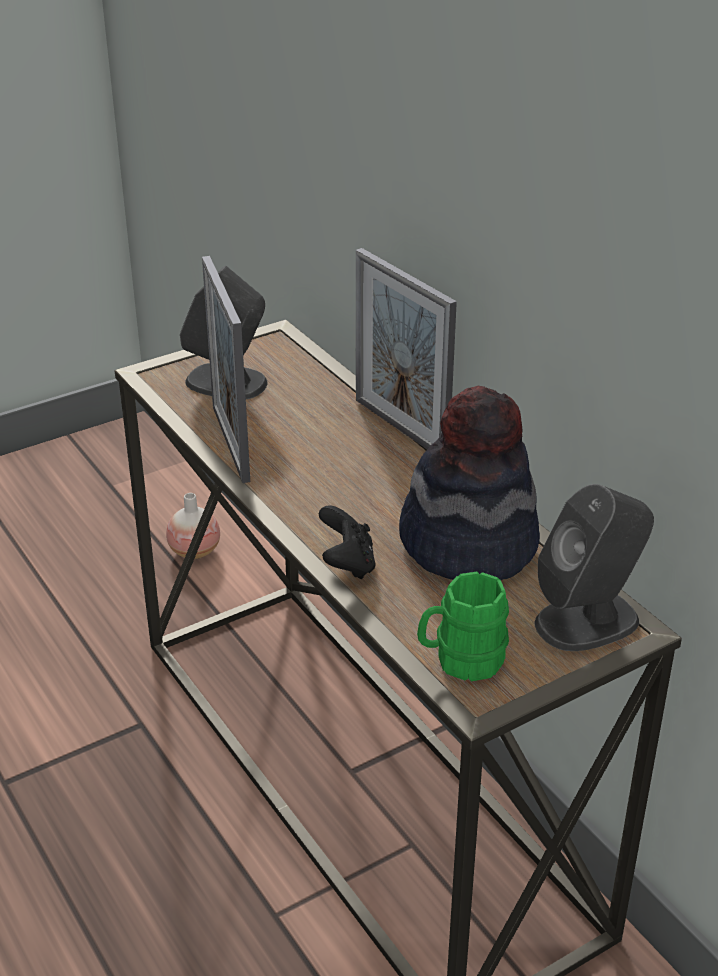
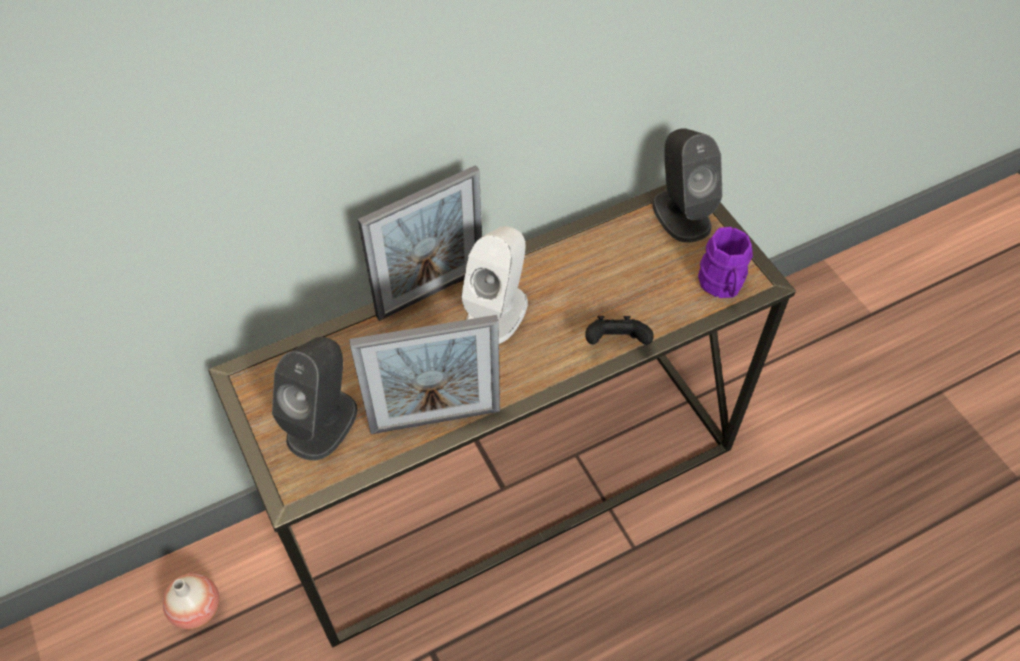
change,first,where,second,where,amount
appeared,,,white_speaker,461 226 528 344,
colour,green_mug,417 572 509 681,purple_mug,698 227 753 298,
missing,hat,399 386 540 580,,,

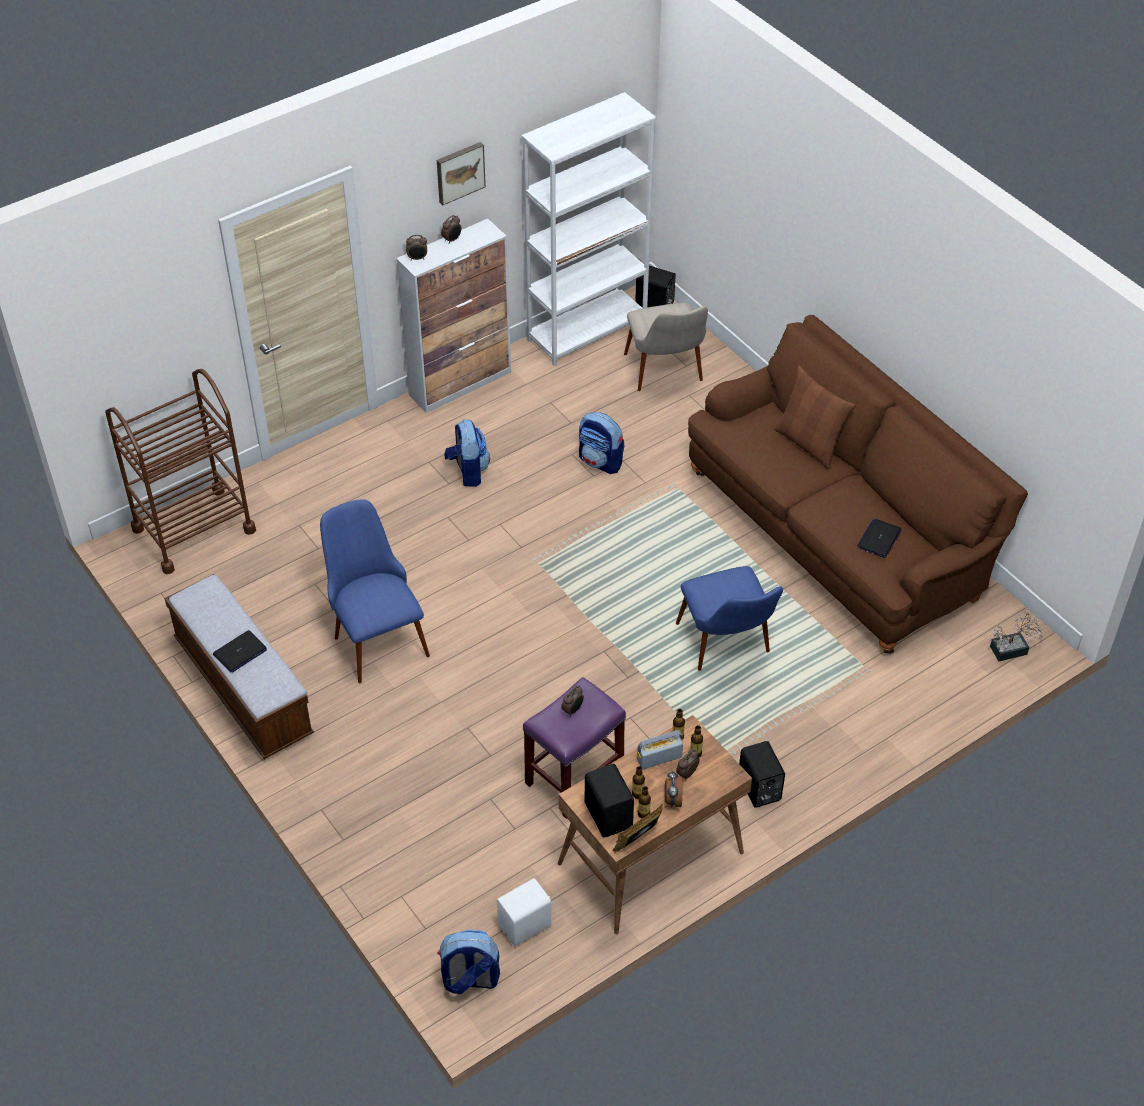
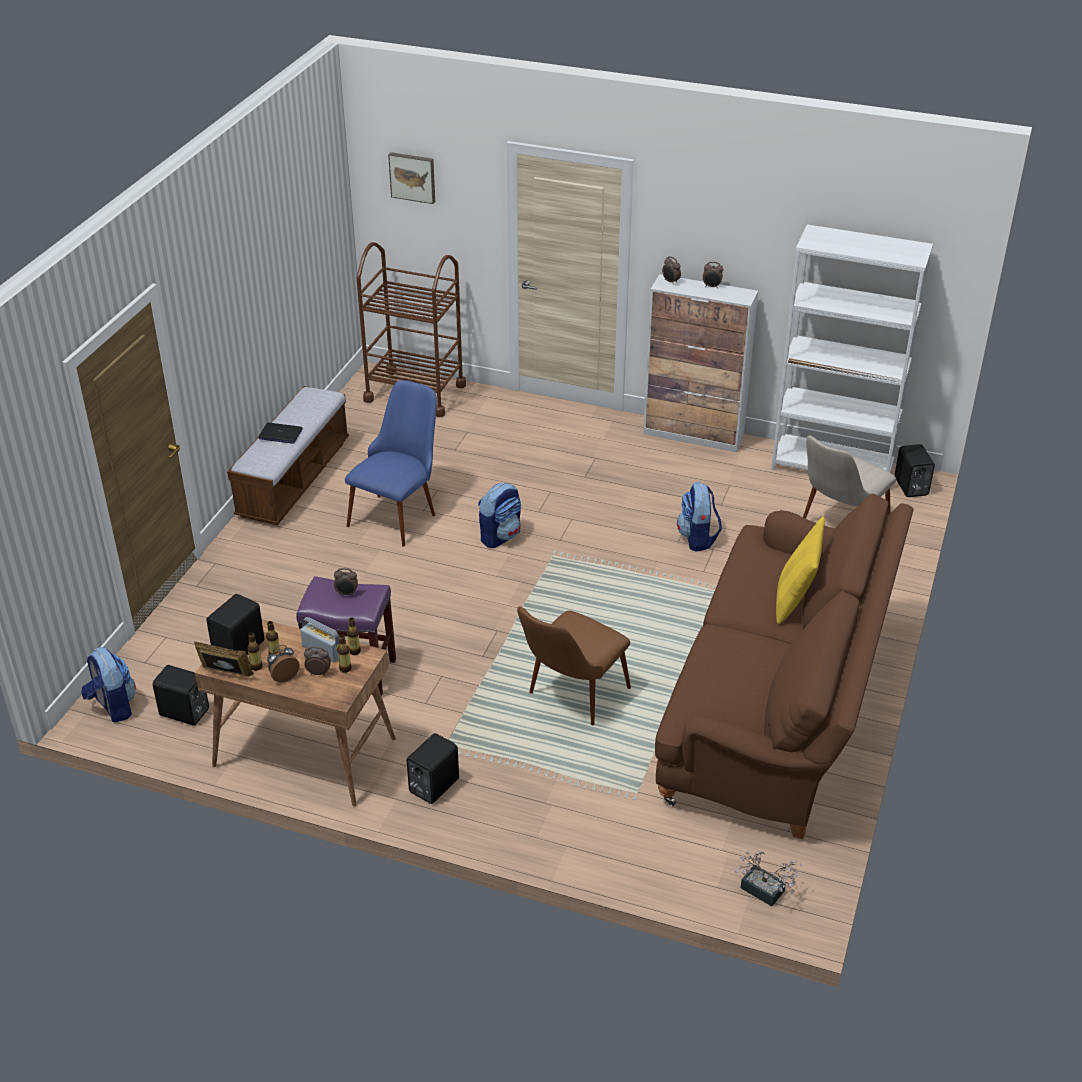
change,first,where,second,where,amount
colour,white_speaker,497 878 552 946,black_speaker,153 665 209 726,
relocated,picture,437 142 486 205,,388 152 435 204,
relocated,backpack,444 419 490 487,,478 483 521 548,
colour,blue_chair,676 566 783 671,brown_chair,517 606 631 725,
colour,brown_pillow,774 366 856 469,yellow_pillow,776 517 825 624,
missing,laptop,857 519 902 558,,,

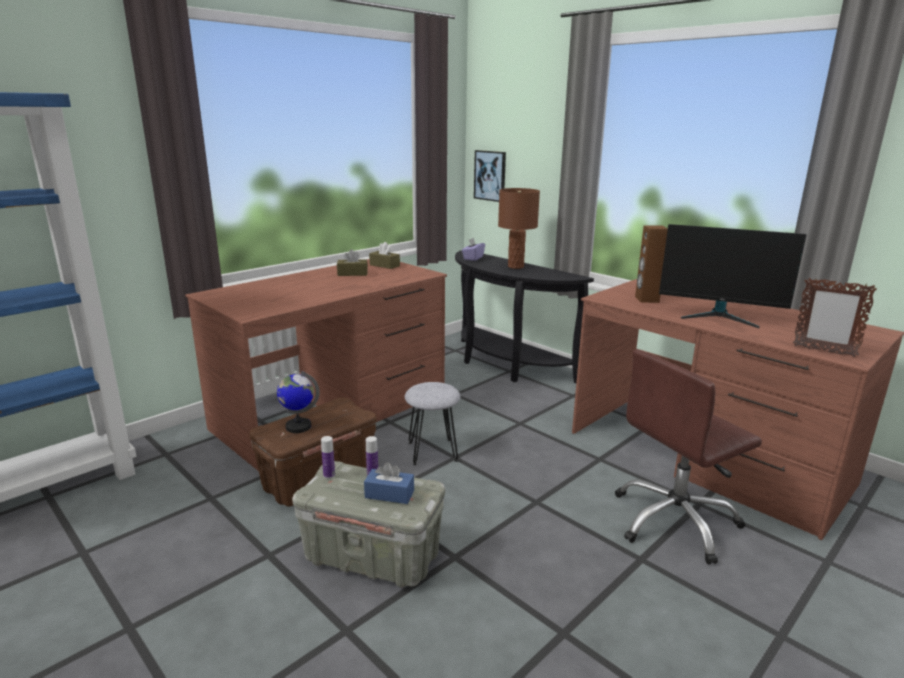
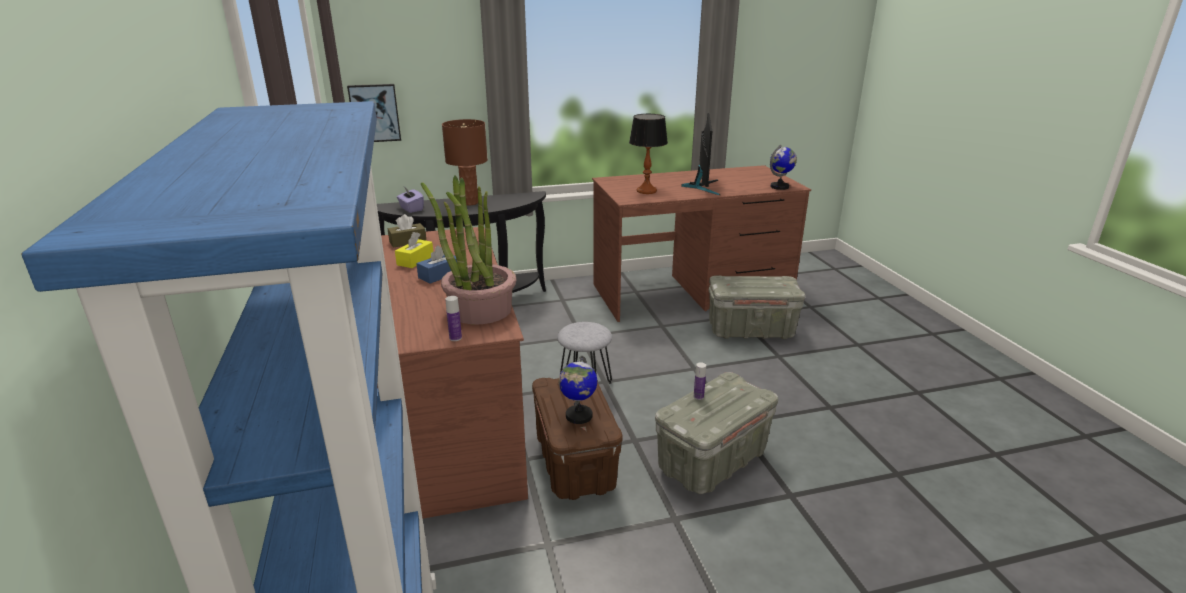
change,first,where,second,where,amount
colour,brown_tissue_box,337 249 368 276,yellow_tissue_box,395 232 433 268,
relocated,blue_tissue_box,364 462 414 504,,416 246 457 283,
appeared,,,potted_plant,421 175 516 324,
relocated,bottle,321 436 335 479,,446 296 462 341,
exchanged,brown_speaker,635 225 668 303,table_lamp,629 114 668 194,
spun,monitor,659 224 807 328,,681 113 720 195,45 degrees counterclockwise
exchanged,brown_office_chair,615 349 762 564,grey_storage_box,709 276 805 339,
exchanged,picture_frame,793 278 877 357,globe,770 145 797 190,

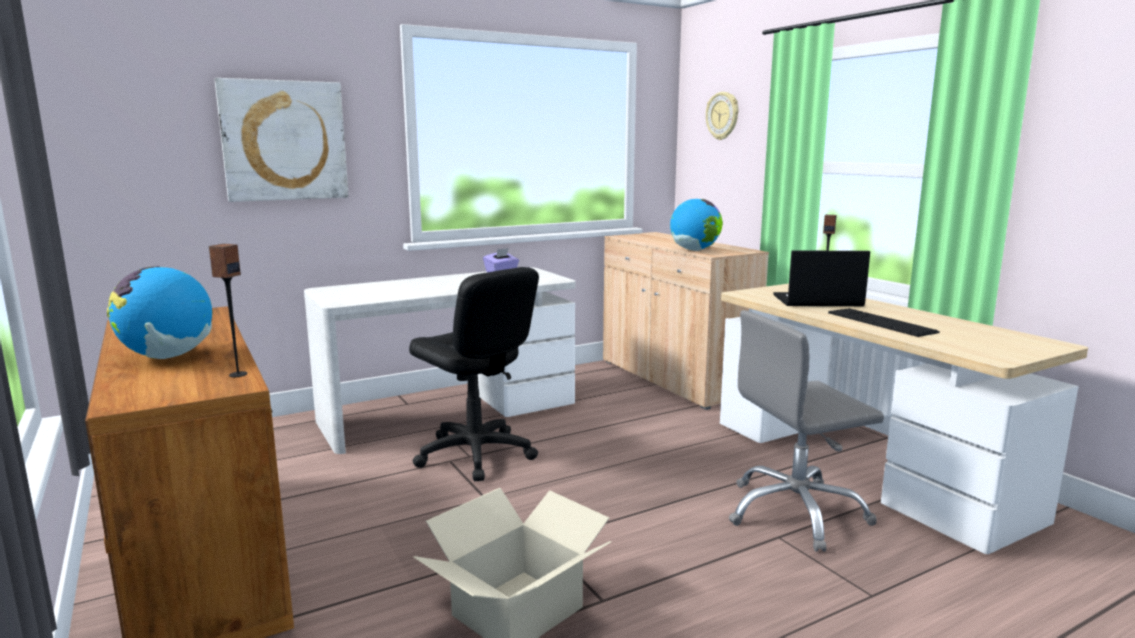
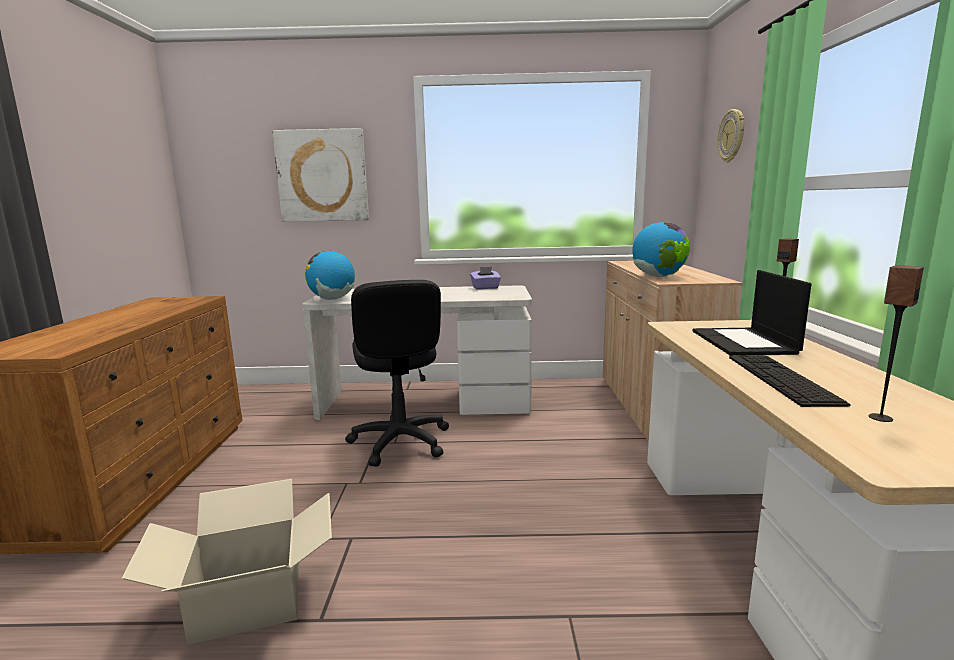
change,first,where,second,where,amount
relocated,globe,107 266 212 359,,305 251 355 300,
spun,laptop,773 251 870 306,,693 270 811 356,120 degrees counterclockwise
relocated,speaker,209 244 247 377,,869 265 924 422,
missing,grey_office_chair,729 310 884 552,,,

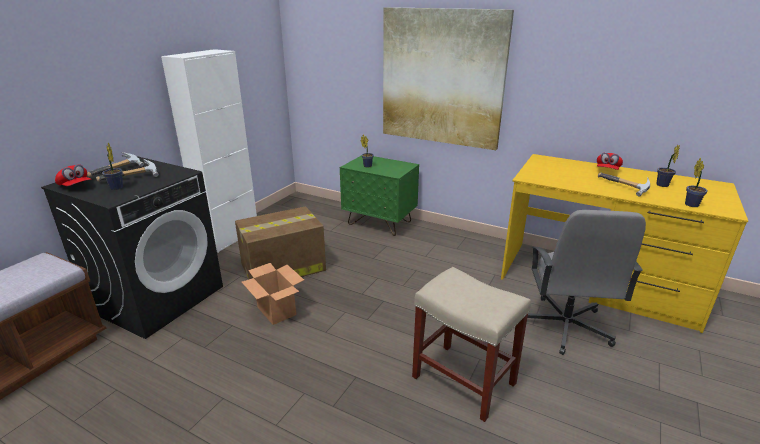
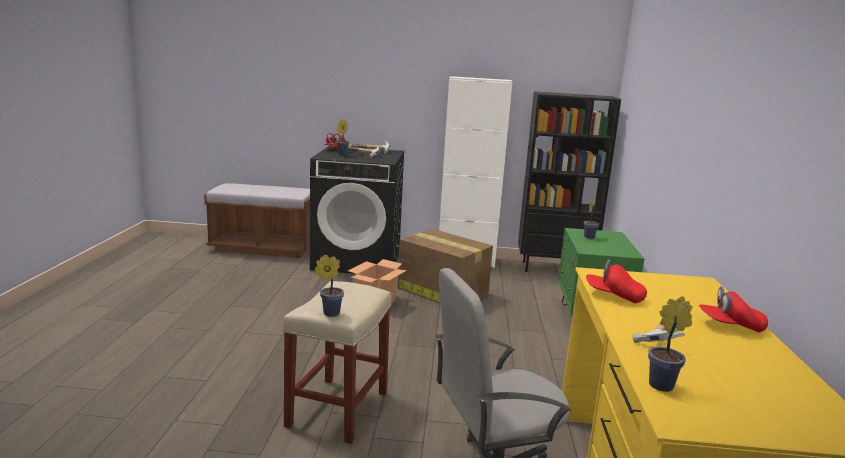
change,first,where,second,where,amount
relocated,potted_plant,656 145 680 187,,315 255 344 317,
appeared,,,black_bookcase,518 91 621 272,
appeared,,,red_cap,586 259 647 303,
missing,picture,383 7 514 150,,,

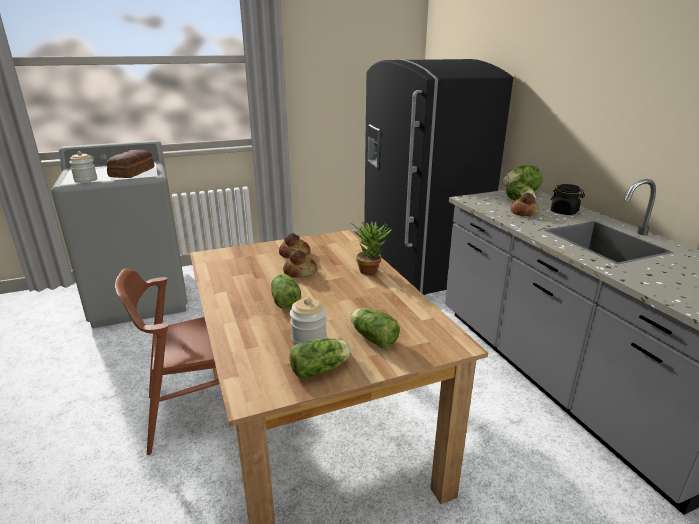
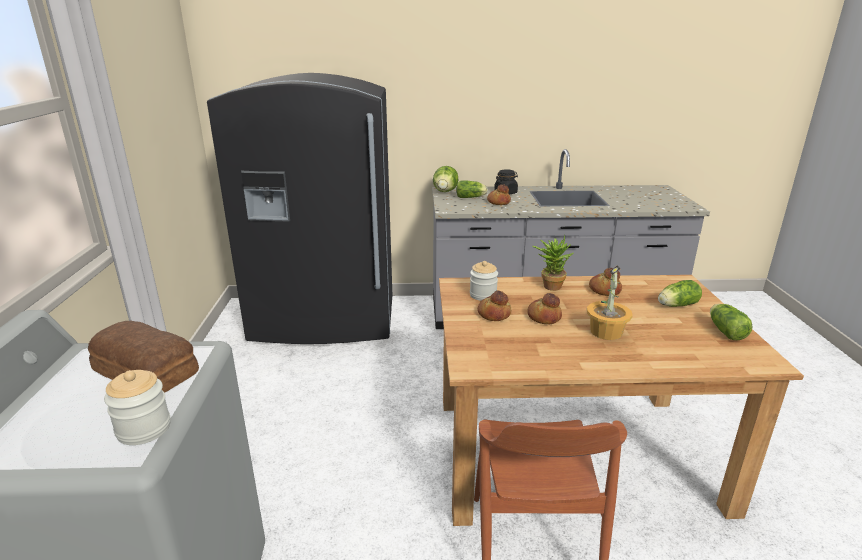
change,first,where,second,where,amount
relocated,jar,290 297 327 345,,470 261 498 301,
exchanged,lettuce,271 274 301 309,potted_plant,587 265 633 340,
appeared,,,bread,589 268 622 296,

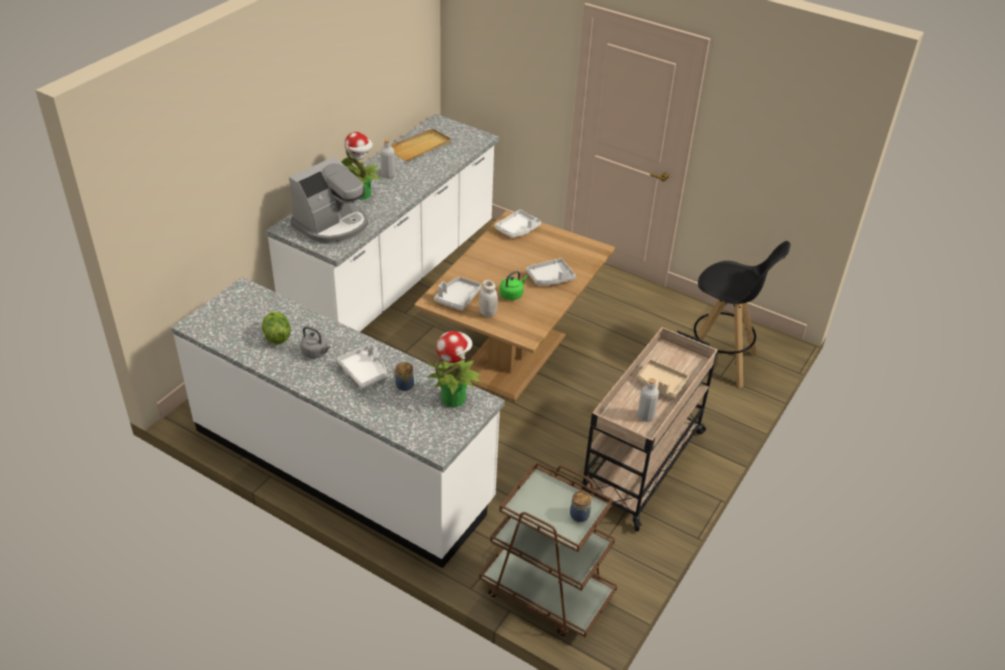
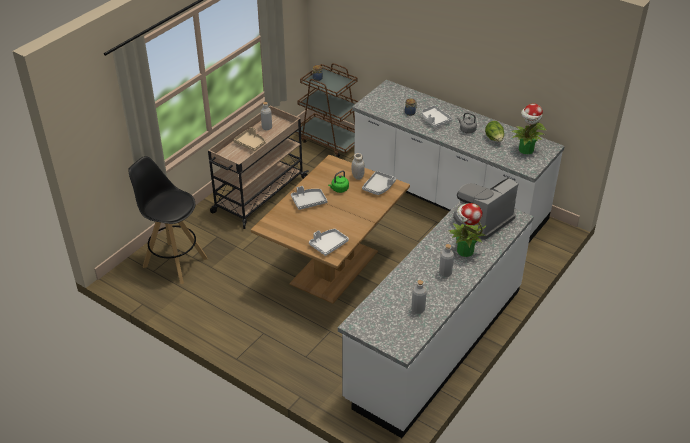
change,first,where,second,where,amount
exchanged,beige_tray,391 129 451 161,grey_bottle,412 280 427 314,
relocated,potted_plant,426 331 482 408,,511 103 546 155,

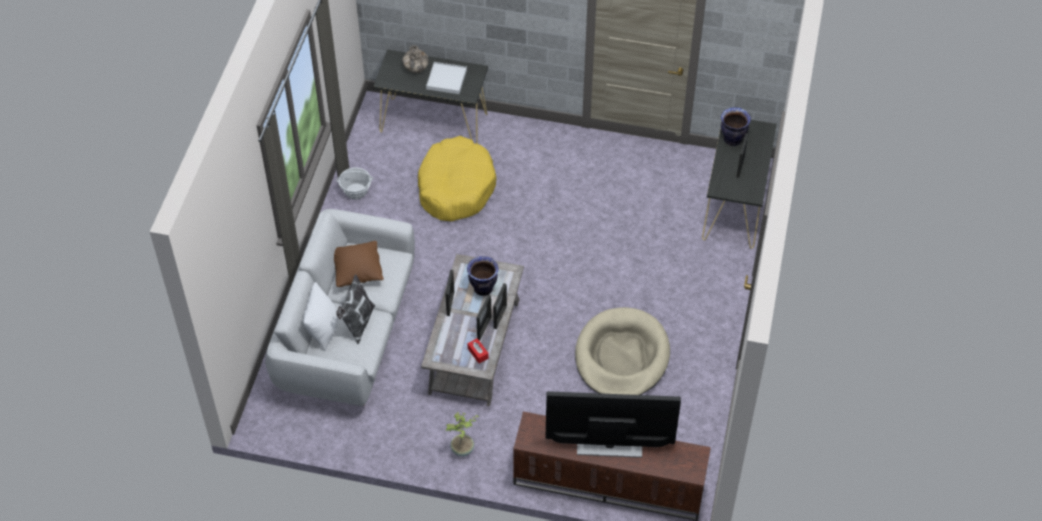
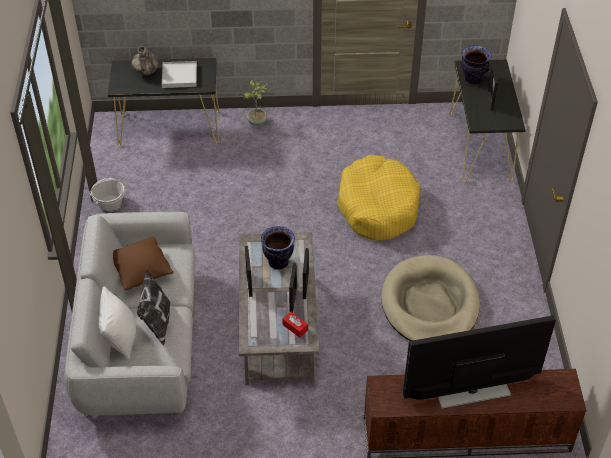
change,first,where,second,where,amount
relocated,potted_plant,446 412 479 456,,244 80 269 126,
relocated,yellow_dog_bed,418 136 497 221,,337 155 421 241,

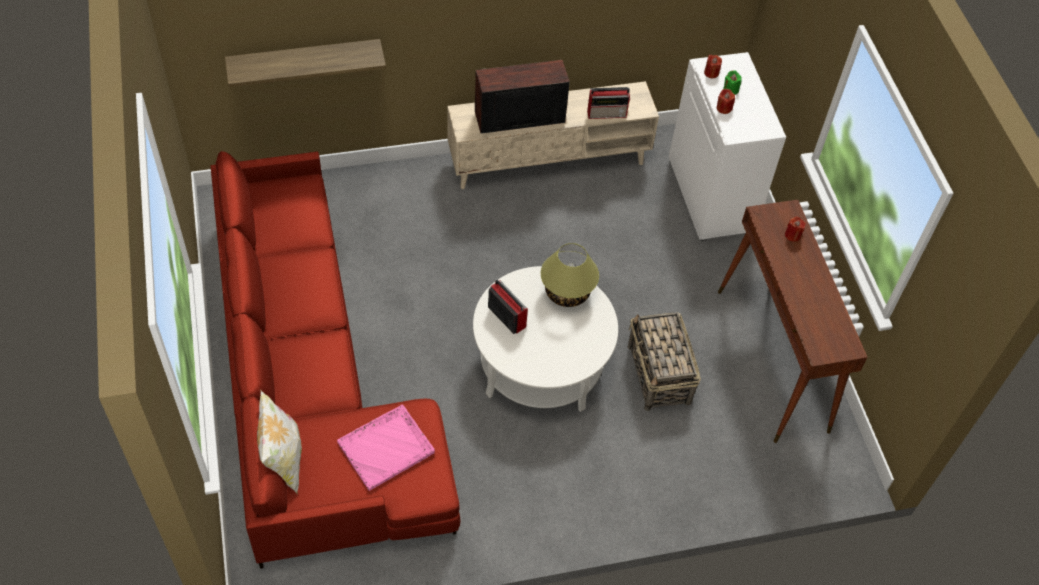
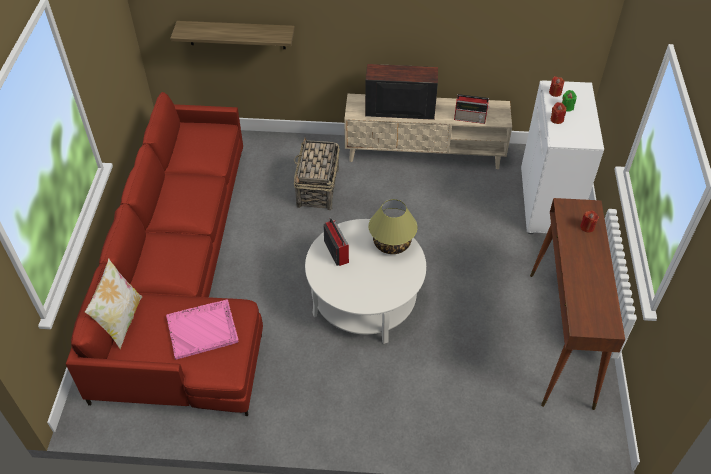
change,first,where,second,where,amount
relocated,basket,628 312 701 411,,294 138 340 210,

